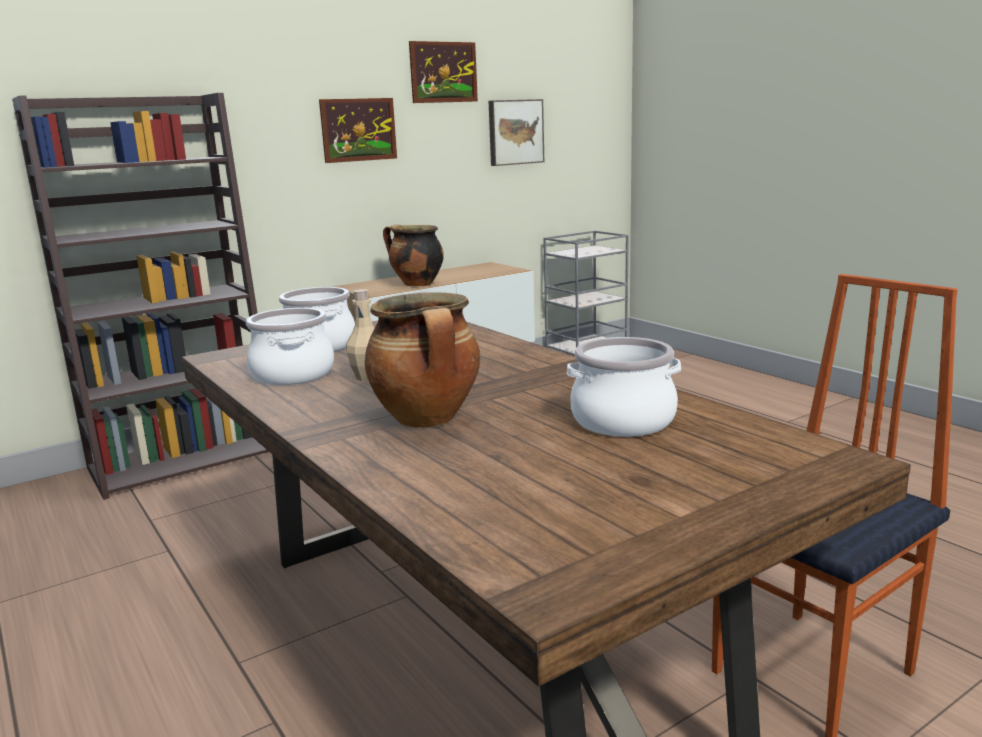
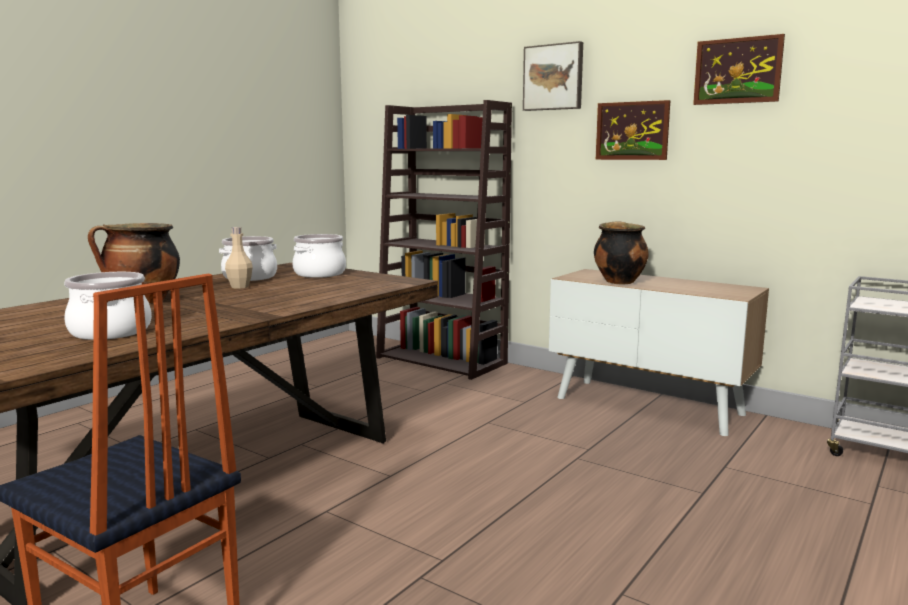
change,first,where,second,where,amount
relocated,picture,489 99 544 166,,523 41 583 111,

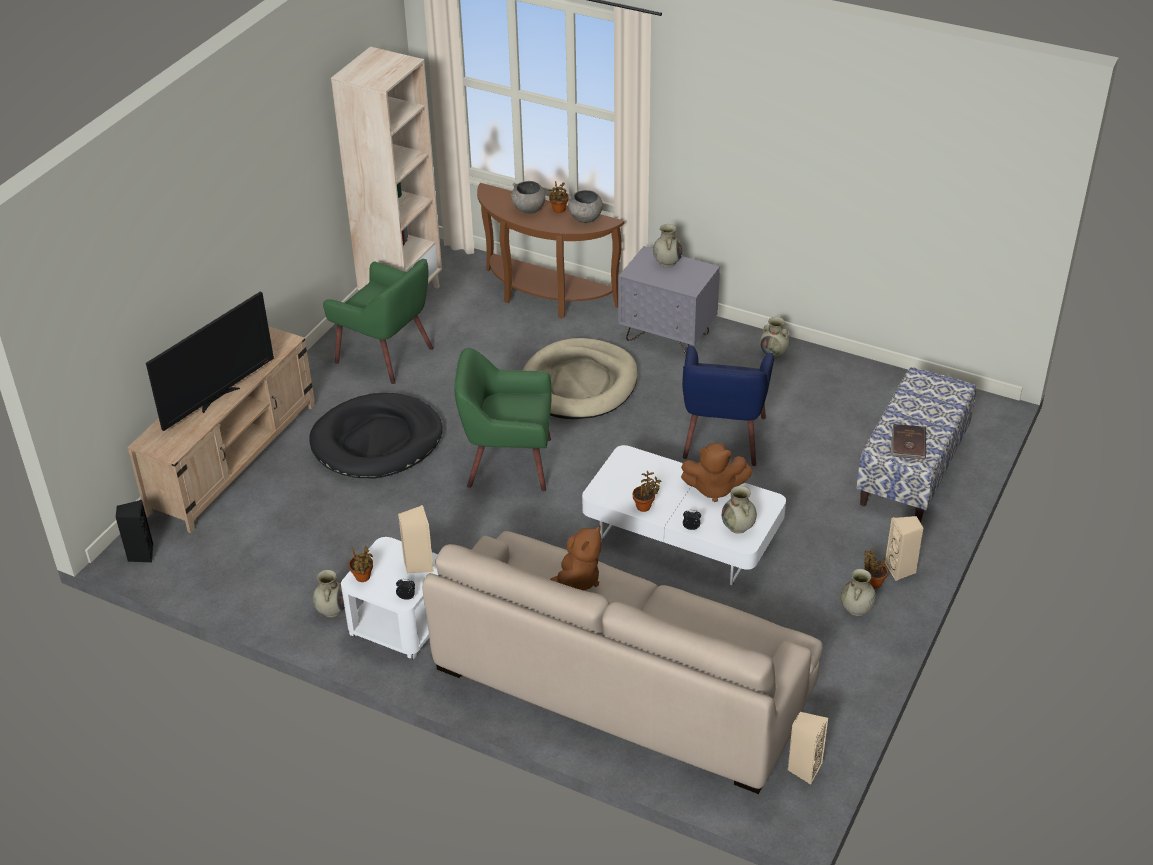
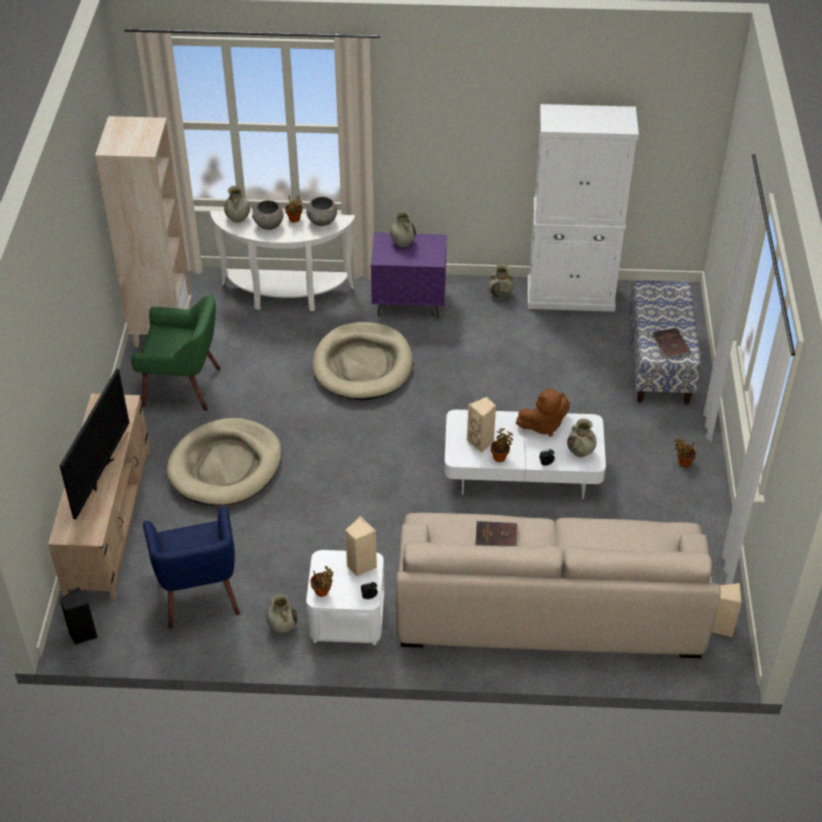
change,first,where,second,where,amount
relocated,blue_armchair,682 346 774 466,,143 506 240 629,
colour,black_dog_bed,309 393 443 478,beige_dog_bed,167 418 282 506,
colour,brown_console_table,477 183 625 318,white_console_table,210 211 355 311,
relocated,beige_vase,841 569 876 616,,224 185 250 223,
colour,grey_nightstand,618 246 720 355,purple_nightstand,371 232 447 318,
relocated,beige_speaker,885 516 923 581,,467 397 496 453,
exchanged,brown_plush_toy,550 525 602 590,brown_book,475 521 519 546,
appeared,,,white_cabinet,527 104 639 312,
missing,green_armchair,454 348 551 492,,,

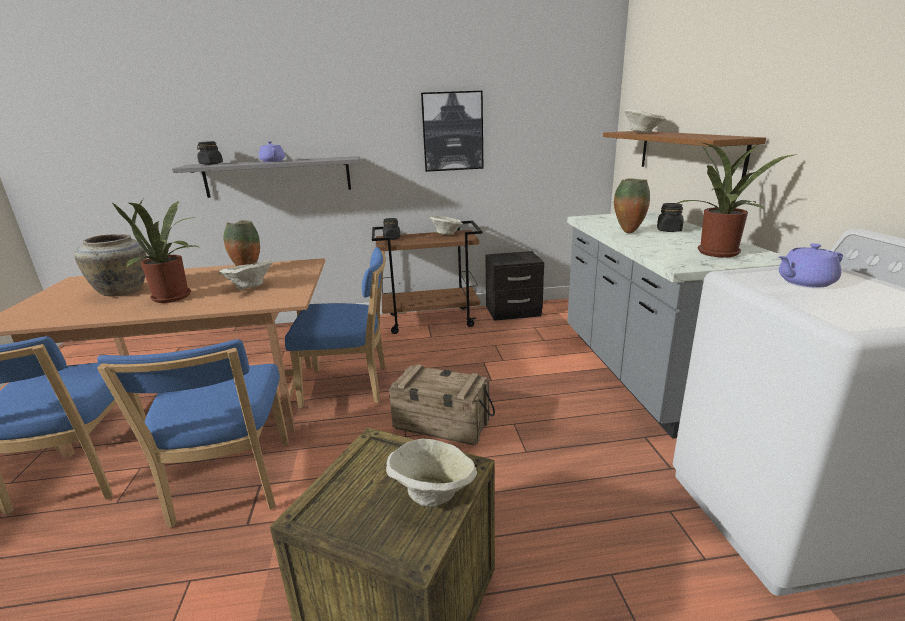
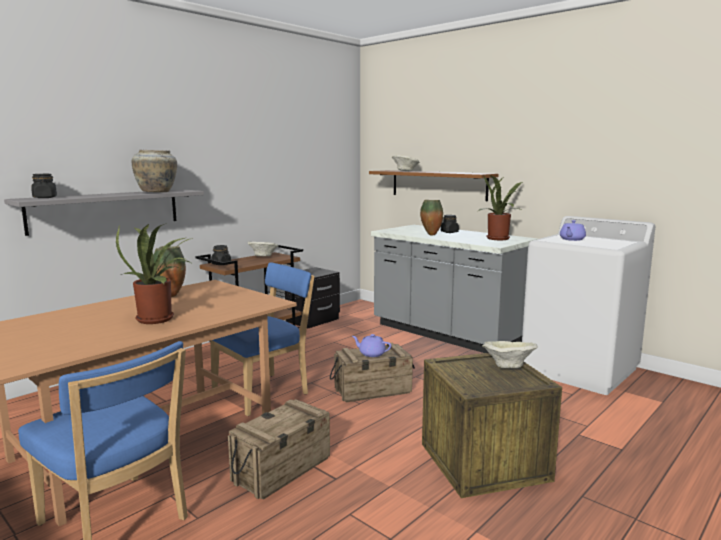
change,first,where,second,where,amount
relocated,beige_vase,75 234 147 297,,132 150 177 192,
exchanged,blue_chair,97 339 289 527,crate,228 399 330 500,
relocated,purple_teapot,259 141 285 162,,352 334 392 357,
missing,beige_bowl,218 260 273 289,,,
missing,picture,421 91 483 172,,,

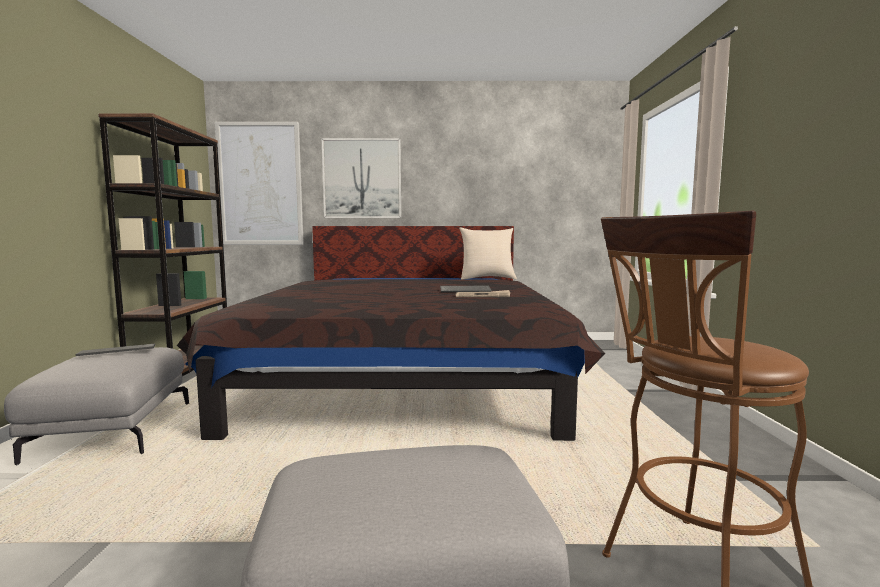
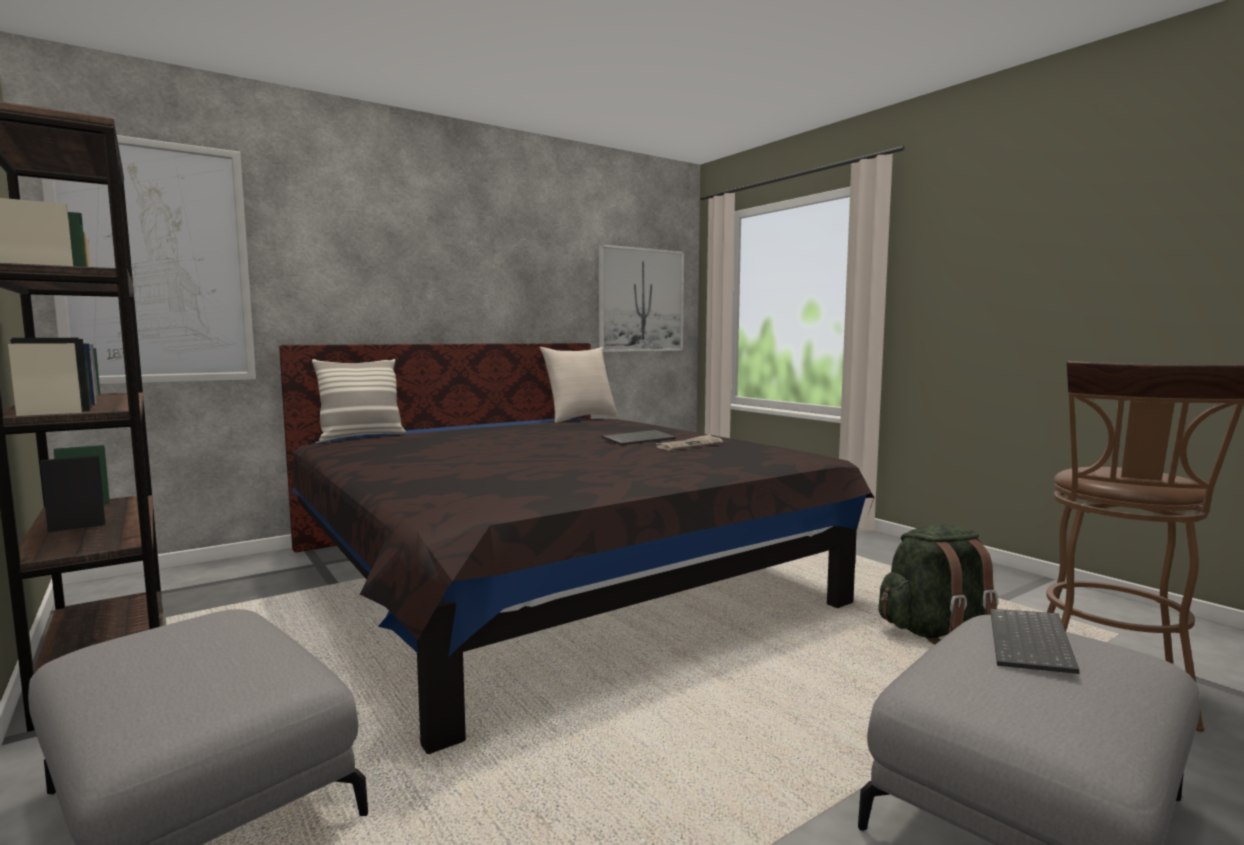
change,first,where,second,where,amount
appeared,,,pillow,312 359 406 442,
relocated,picture,322 138 401 218,,599 244 684 352,
appeared,,,green_backpack,878 525 999 645,
relocated,keyboard,75 344 155 356,,990 609 1079 674,

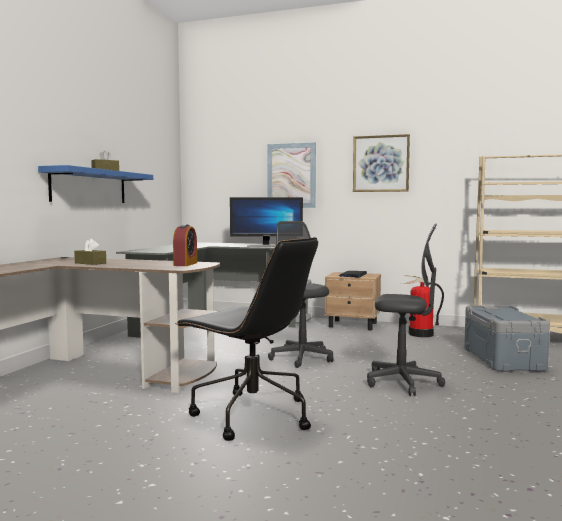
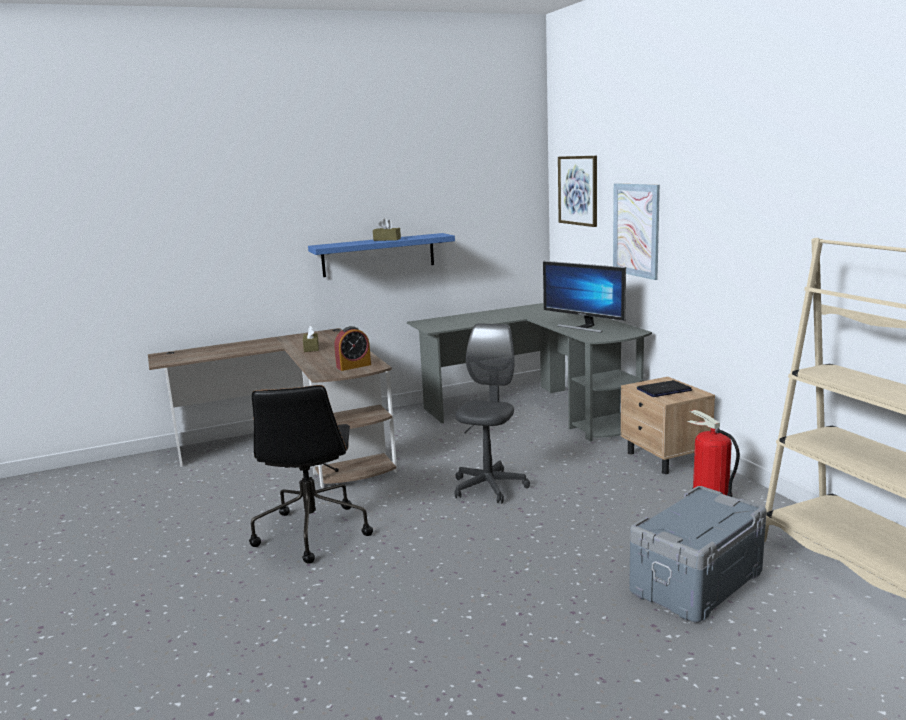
change,first,where,second,where,amount
relocated,picture,353 134 410 192,,558 156 597 227,
missing,grey_office_chair,367 224 445 396,,,

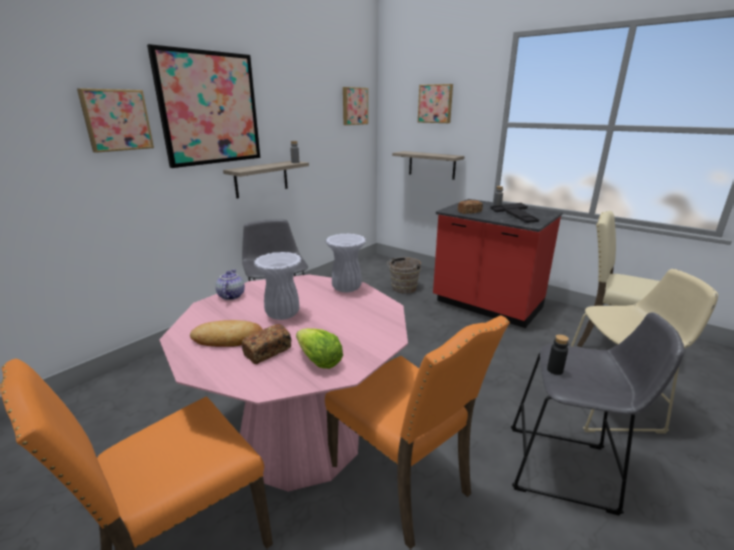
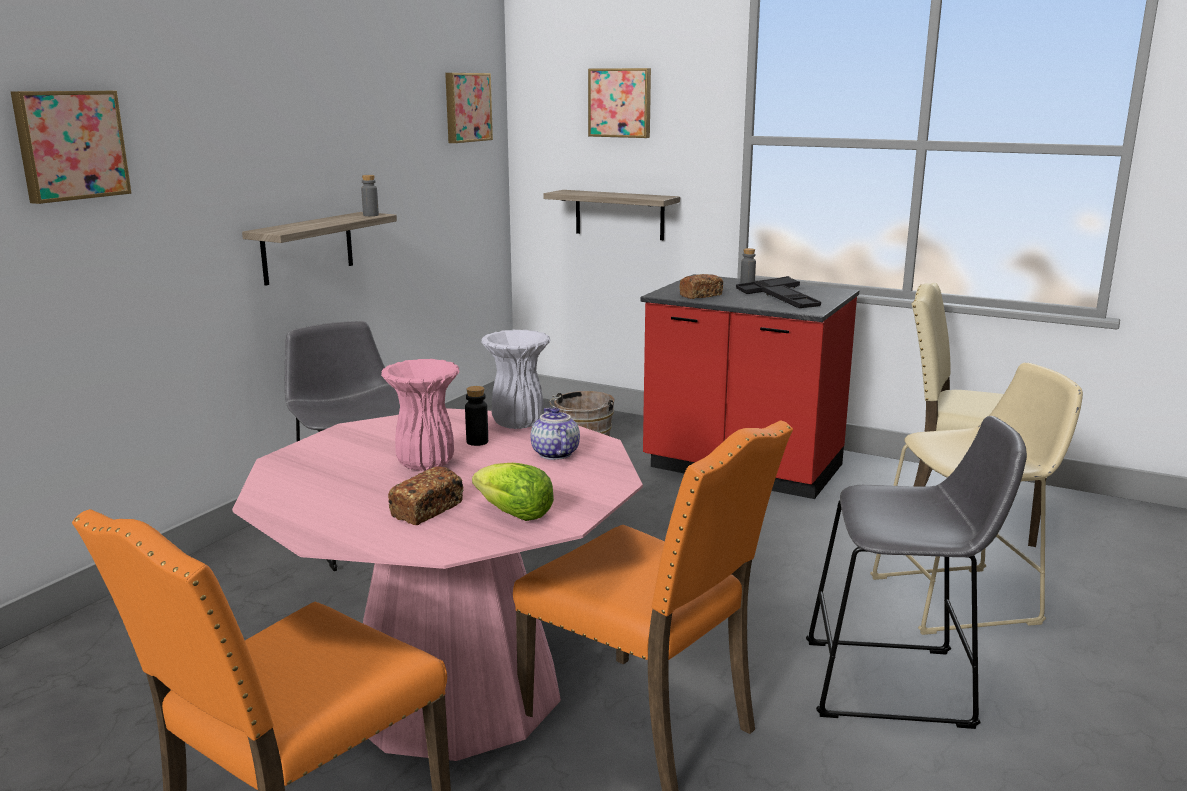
change,first,where,second,where,amount
colour,white_vase,254 252 302 320,pink_vase,381 359 459 471,
relocated,black_bottle,547 334 569 375,,465 386 488 446,
relocated,teapot,216 269 245 300,,531 408 580 460,
missing,picture,147 44 260 168,,,
missing,bread,190 320 263 347,,,

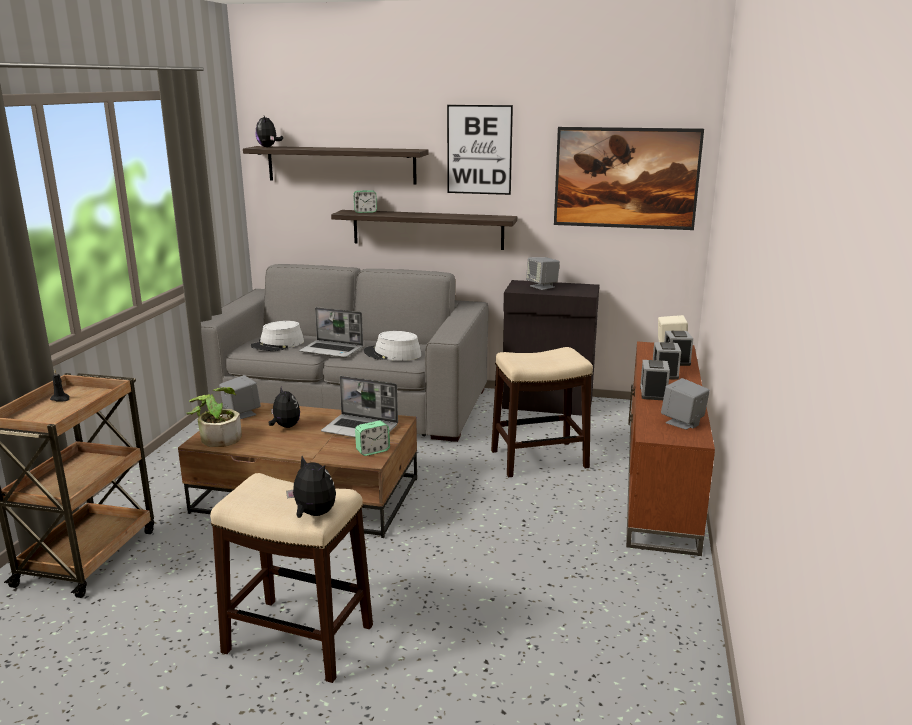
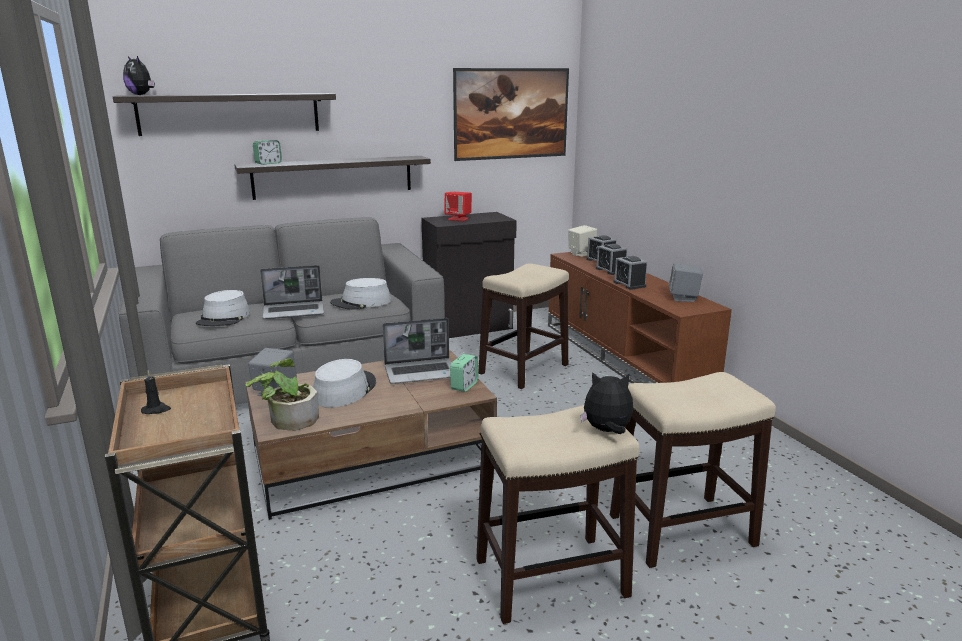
change,first,where,second,where,amount
exchanged,plush_toy,269 386 300 428,grey_hat,313 359 376 408,
colour,grey_speaker,526 257 560 290,red_speaker,444 192 472 221,
appeared,,,stool,610 372 776 568,
missing,picture,447 105 513 195,,,

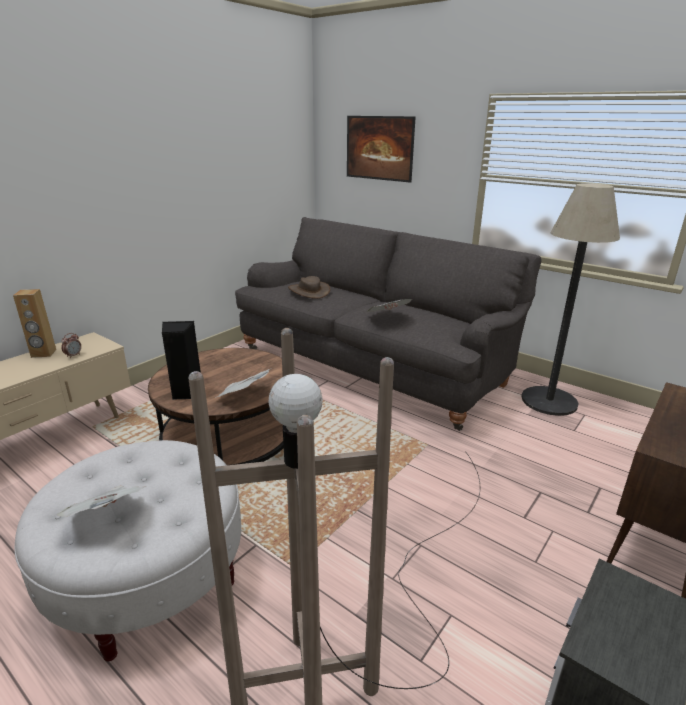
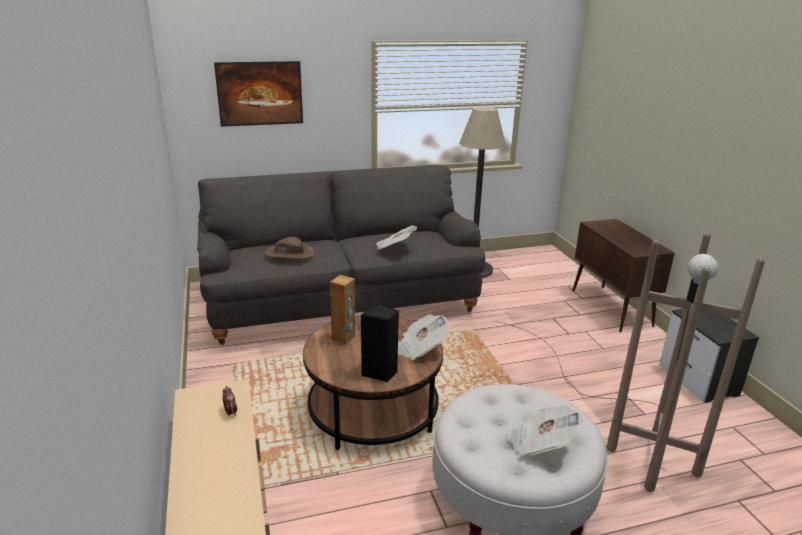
change,first,where,second,where,amount
relocated,brown_speaker,13 289 56 358,,330 275 356 344,

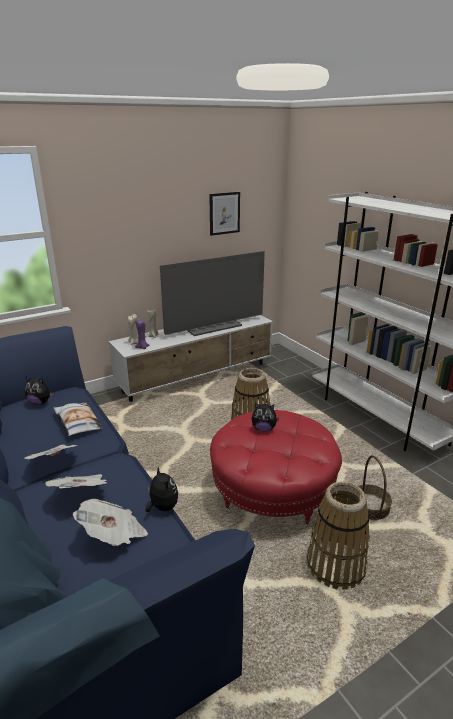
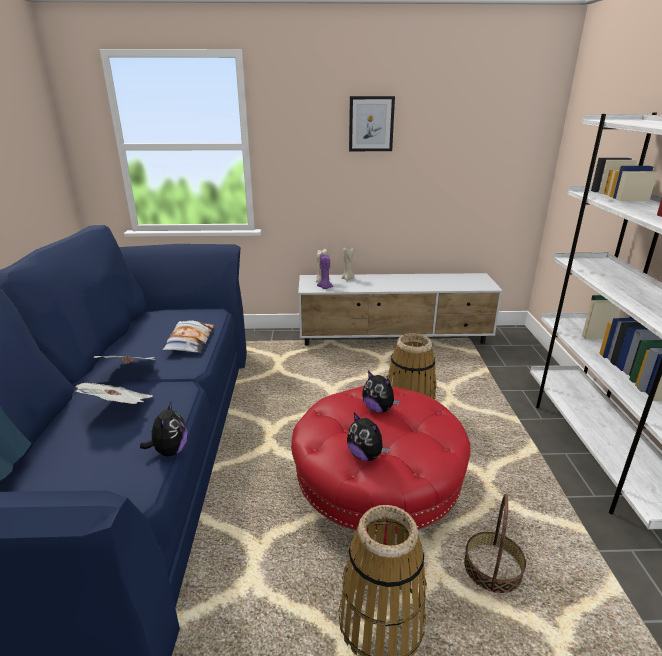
change,first,where,second,where,amount
relocated,plush_toy,25 377 54 405,,347 413 389 461,
relocated,picture,209 192 240 236,,349 96 395 151,
missing,newspaper,73 499 148 546,,,
missing,television,160 251 265 336,,,

